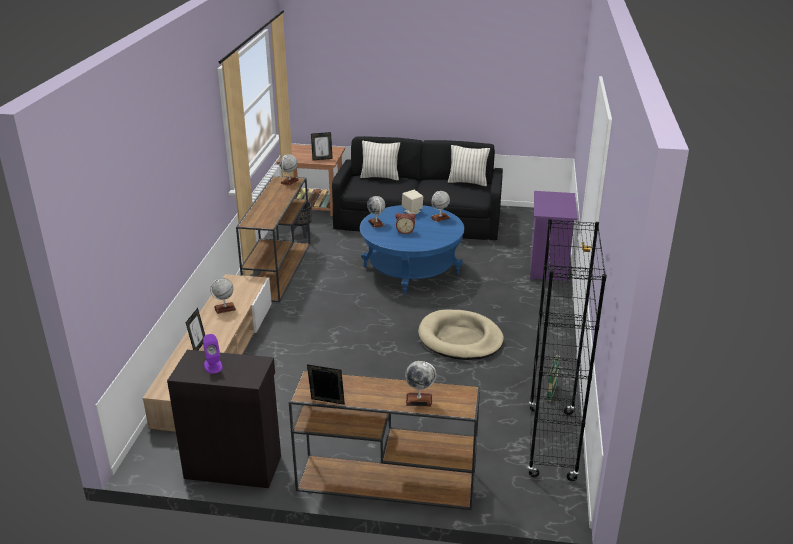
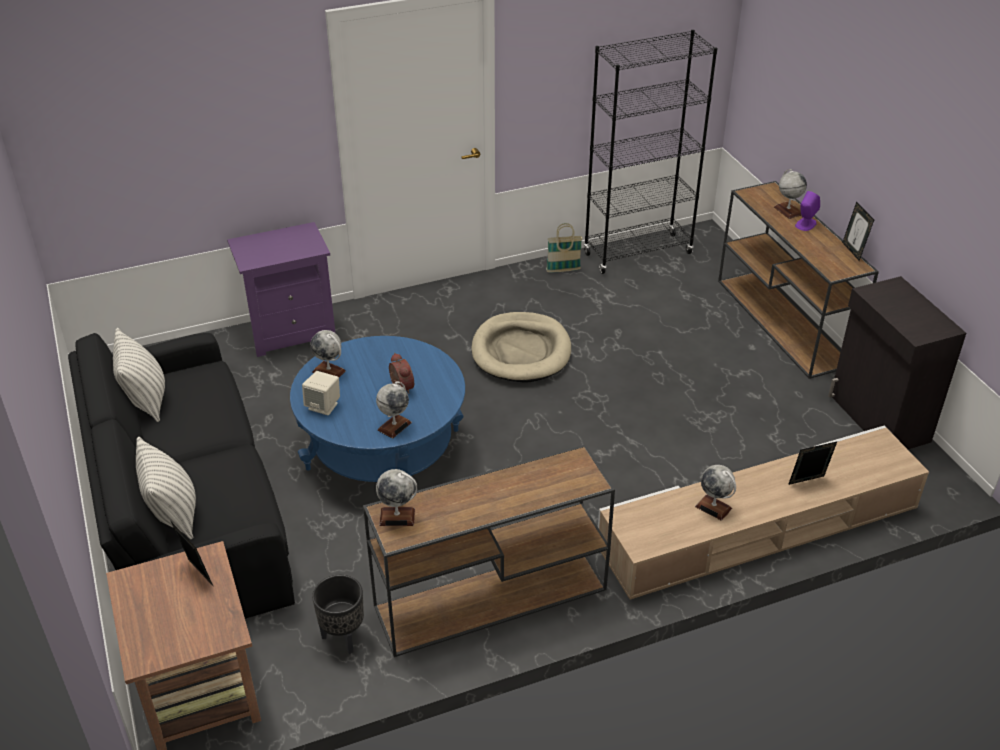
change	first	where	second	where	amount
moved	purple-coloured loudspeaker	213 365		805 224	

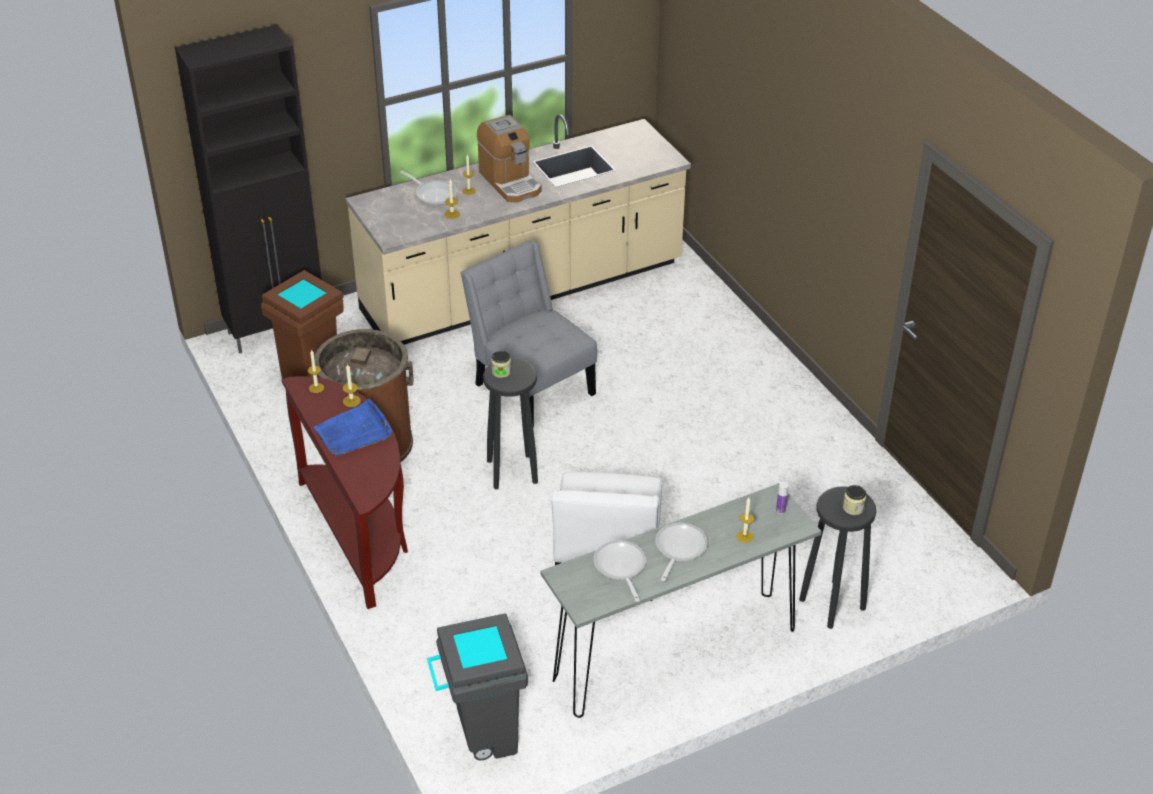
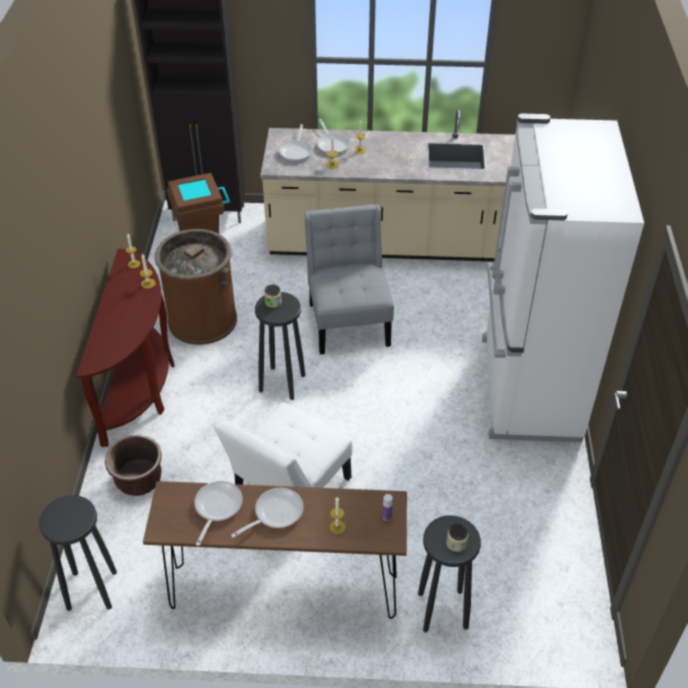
change	first	where	second	where	amount
removed	coffee machine	510 182			
removed	blue tray	354 432			
recoloured	grey narrow table	676 655	brownish narrow table	284 592	
replaced	grey trash can	481 739	blackish stool seat	92 589	
added			whitish fridge	527 389	
added			pan	297 151	
added			brownish planter	139 479	

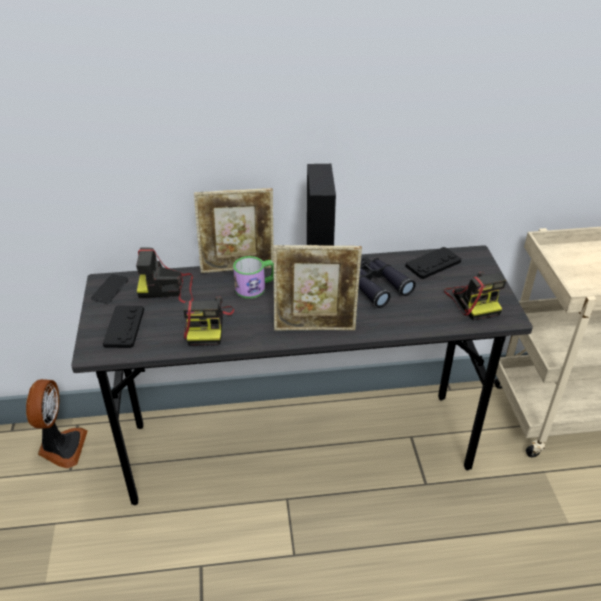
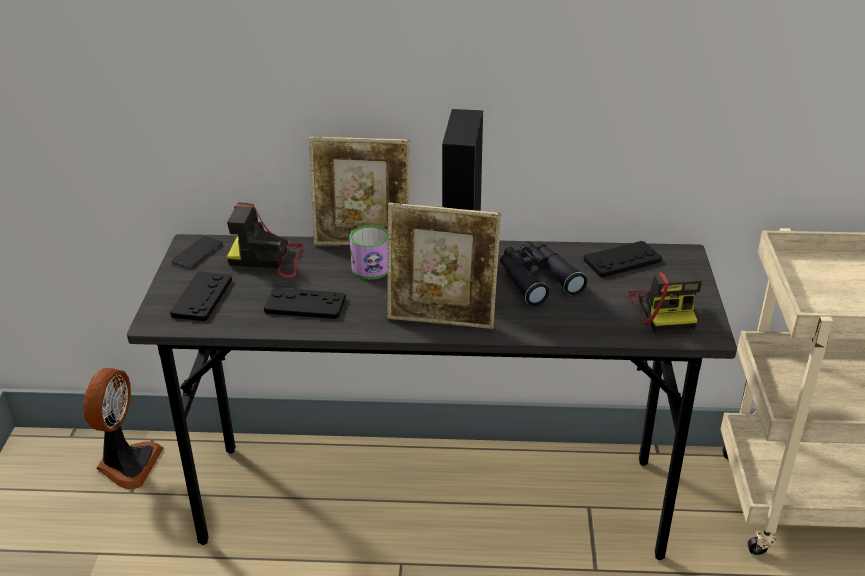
change	first	where	second	where	amount
replaced	photo camera	207 325	blackish game controller	305 305	

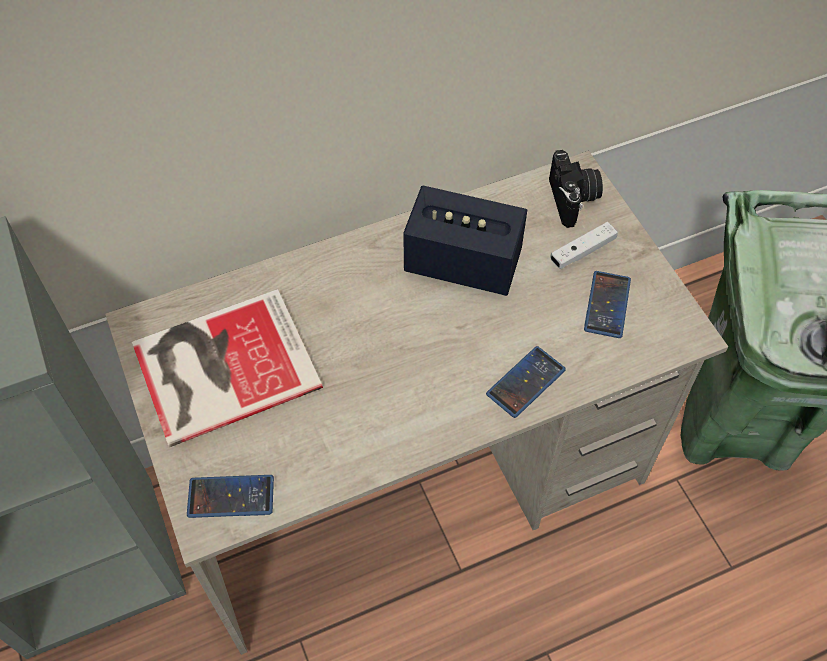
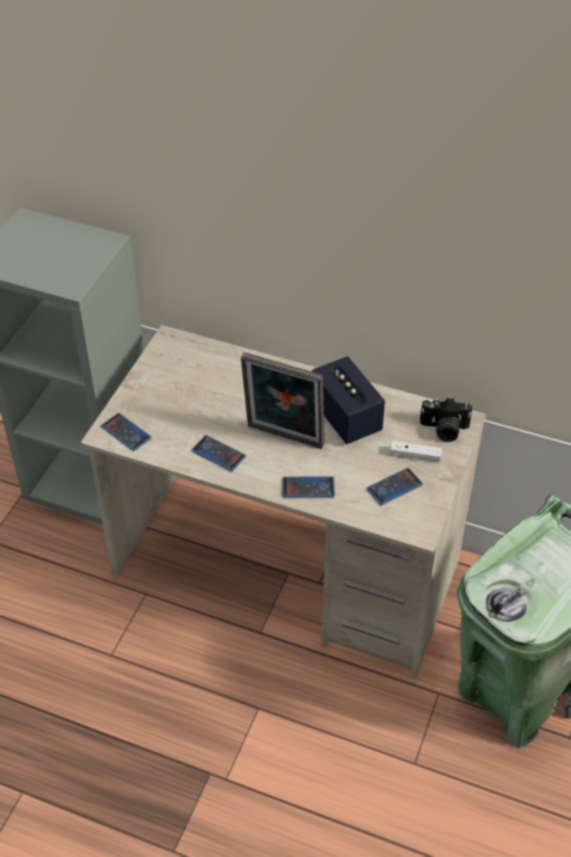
change	first	where	second	where	amount
turned	photo camera	574 199		444 430	60 degrees clockwise
removed	bound book	220 365			
added			standing frame	283 439	
added			telephone	218 454	

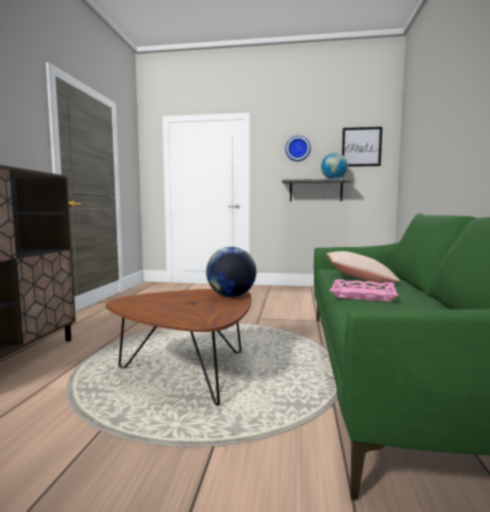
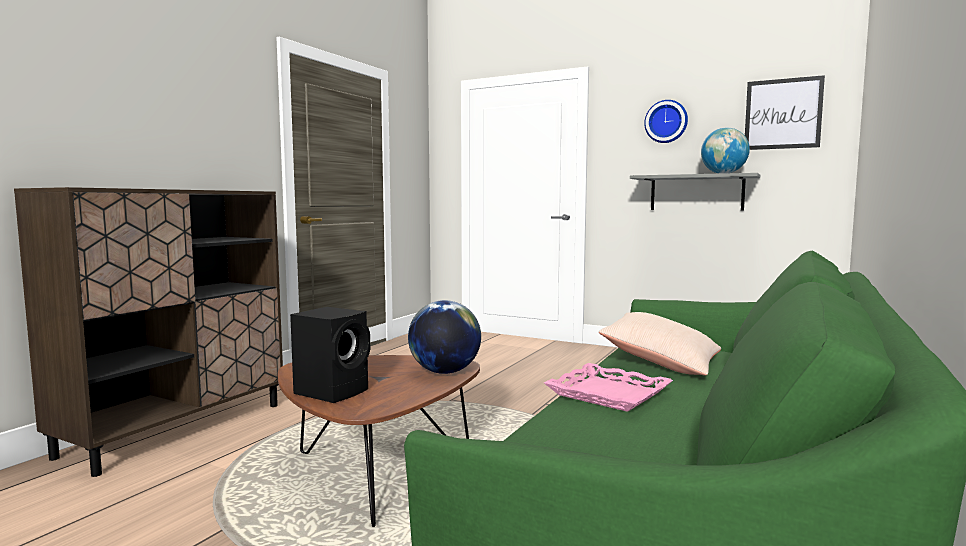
change	first	where	second	where	amount
added			blackish loudspeaker	334 391	

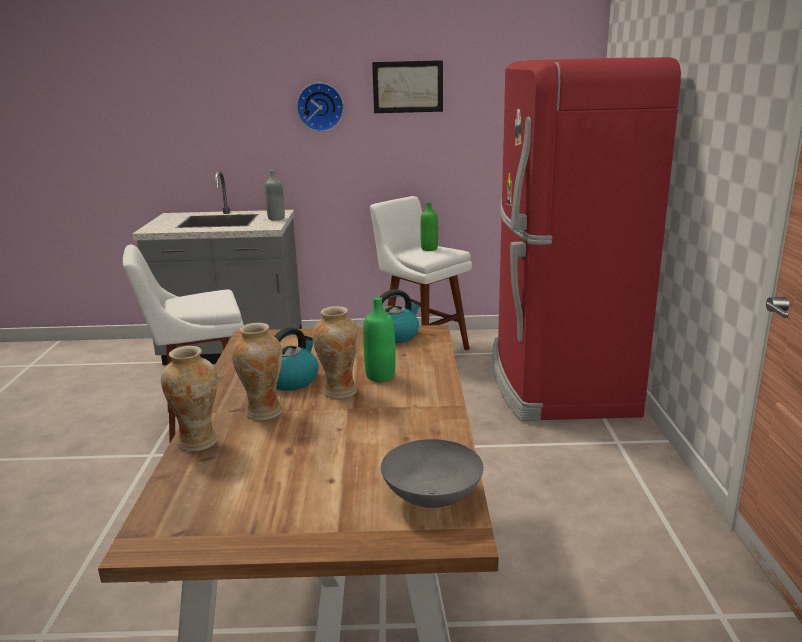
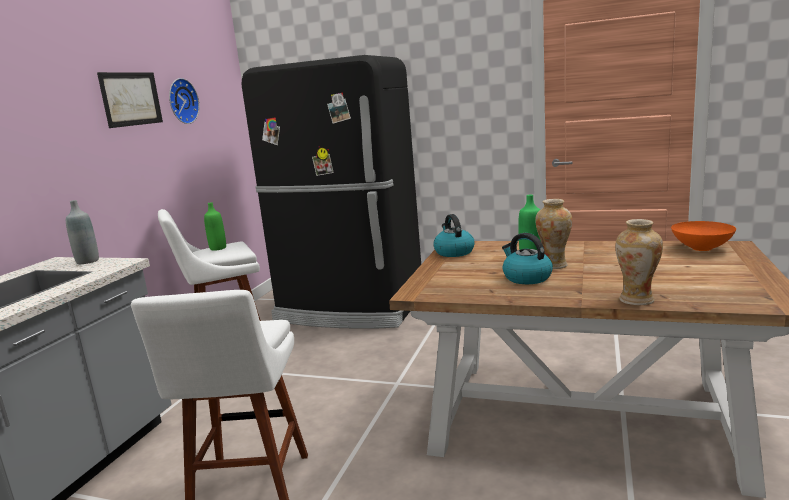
change	first	where	second	where	amount
recoloured	reddish fridge	557 381	blackish fridge	350 309	
moved	hanging clock	320 107		181 101	
removed	vase	263 412			
recoloured	grey deep dish	431 499	orange deep dish	702 248	

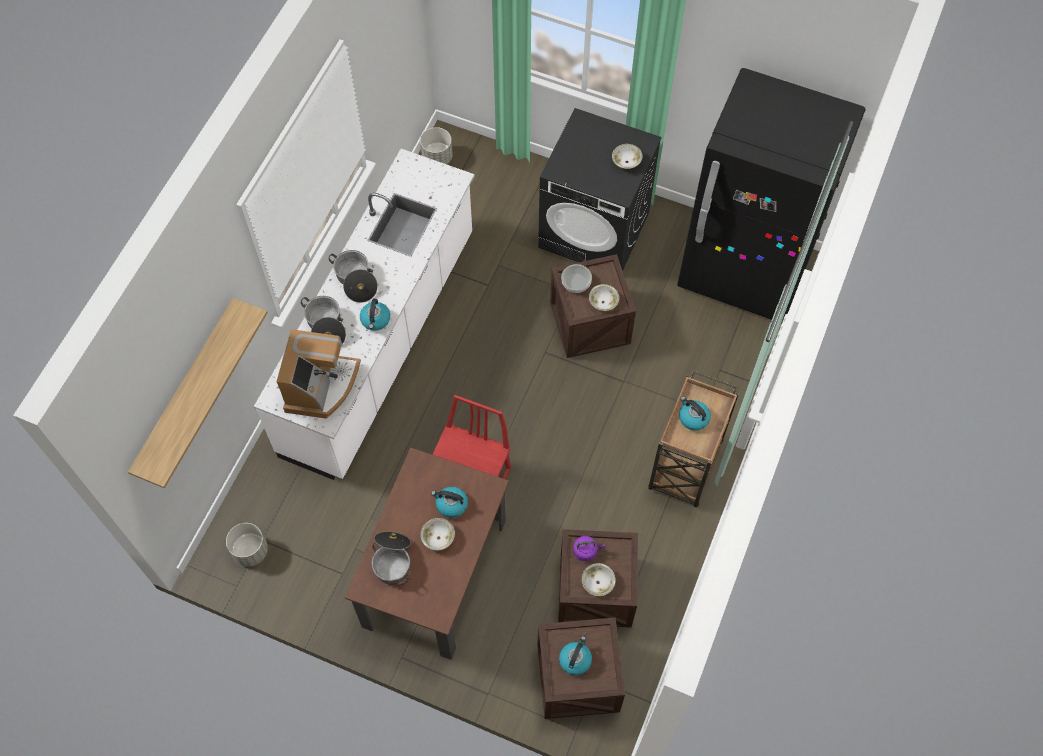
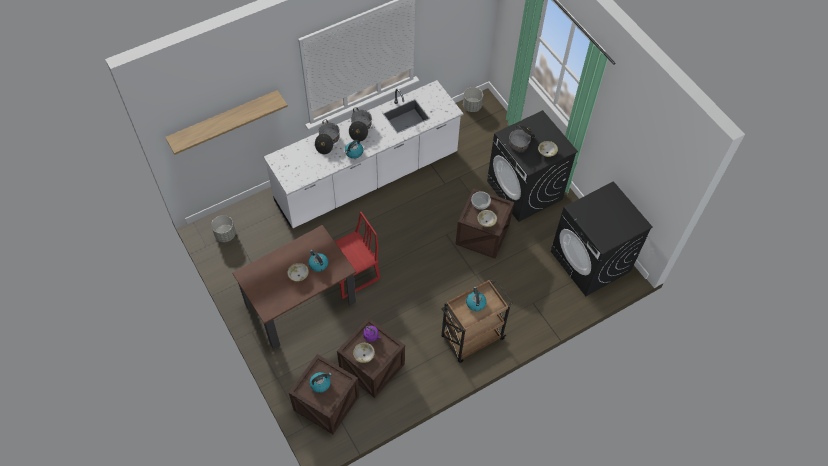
change	first	where	second	where	amount
replaced	blackish fridge	744 271	blackish laundry machine	590 261	
removed	coffee machine	321 386			
moved	cooking pot	393 560		521 141	

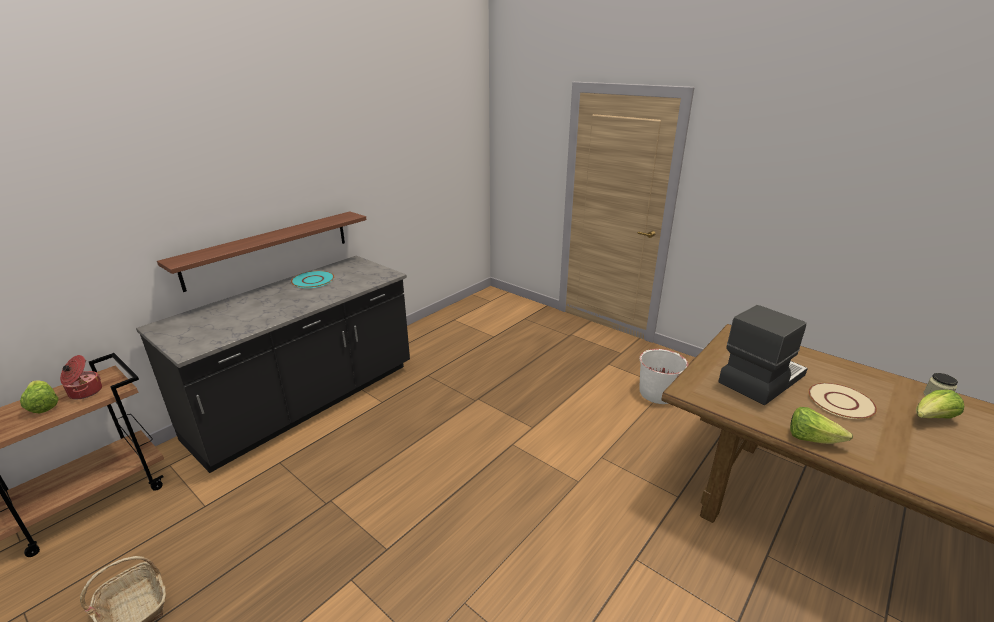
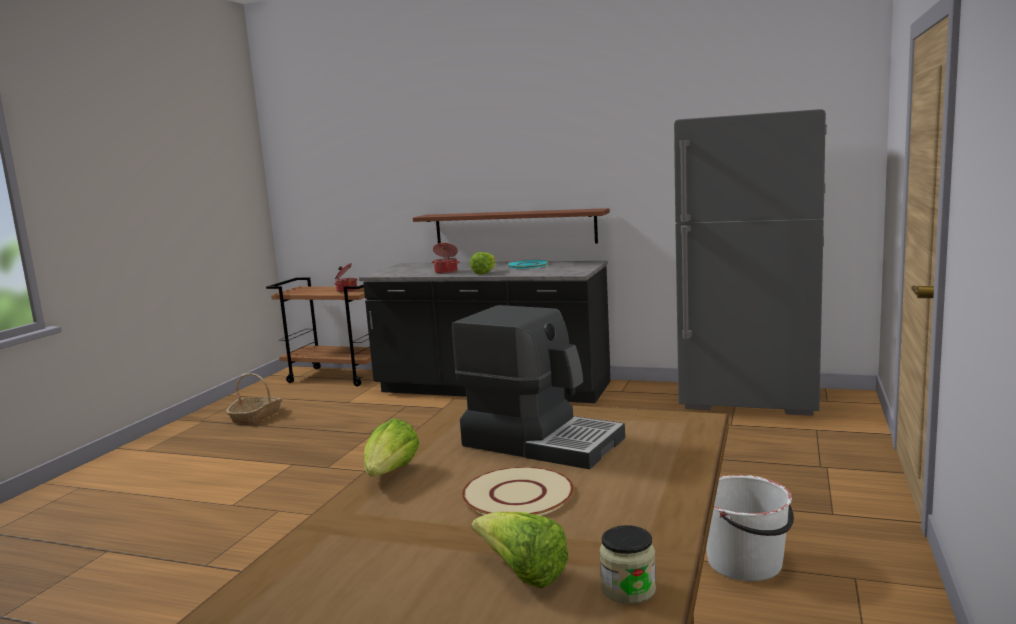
change	first	where	second	where	amount
moved	head of lettuce	43 406		484 273	
added			grey fridge	749 402	
added			cooking pot	446 272	

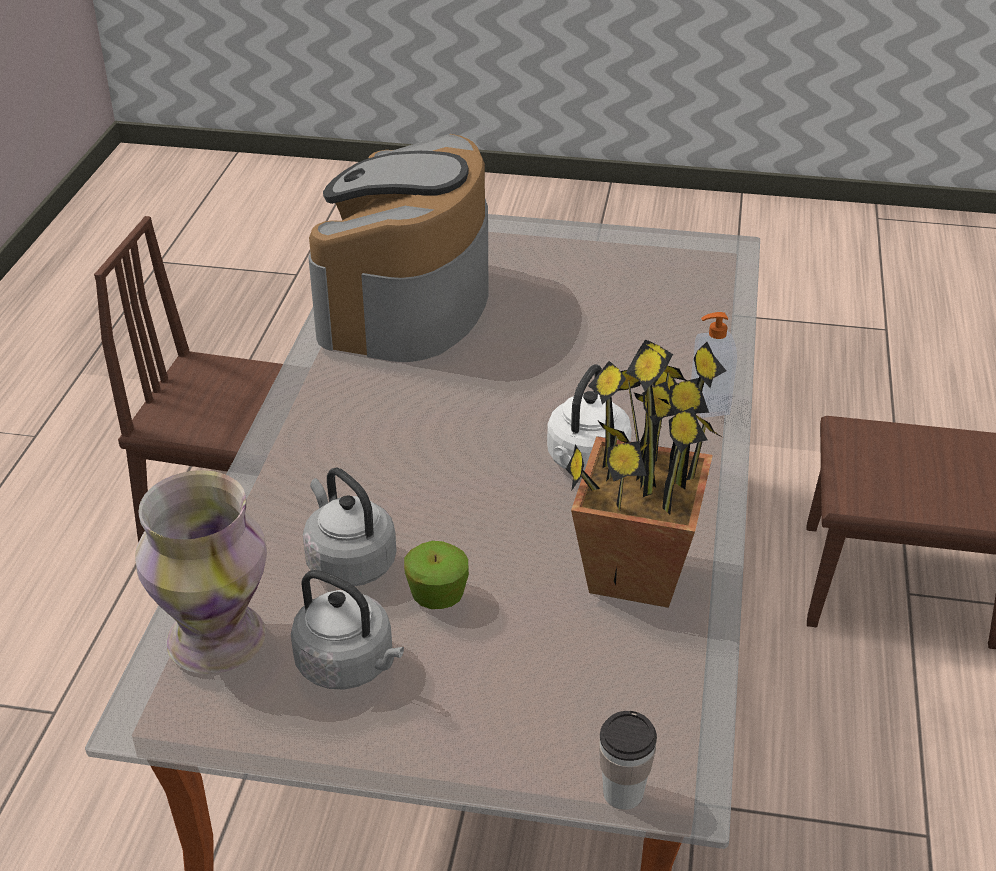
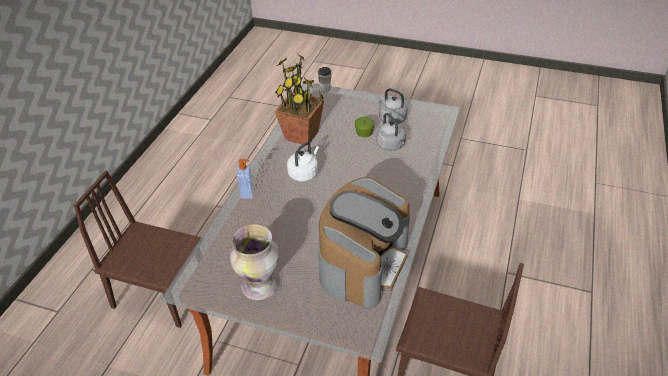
change	first	where	second	where	amount
moved	vase	215 638		260 286	

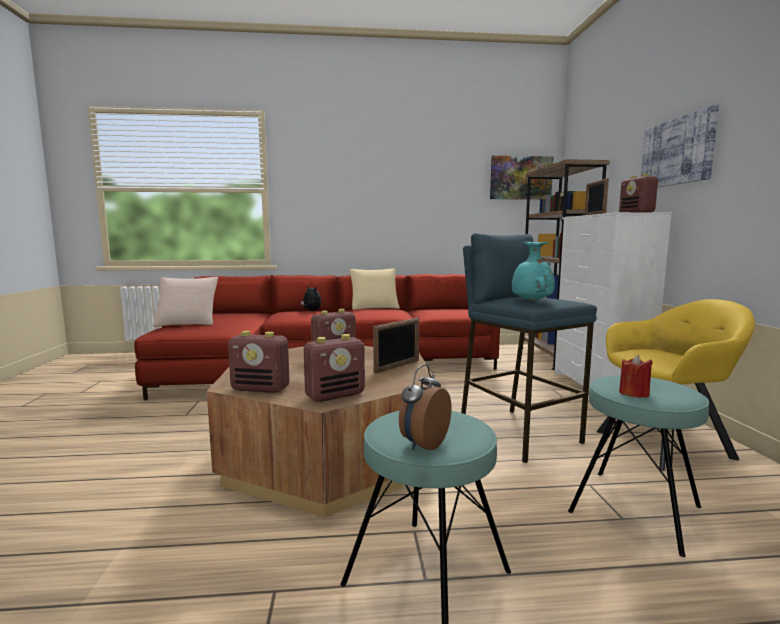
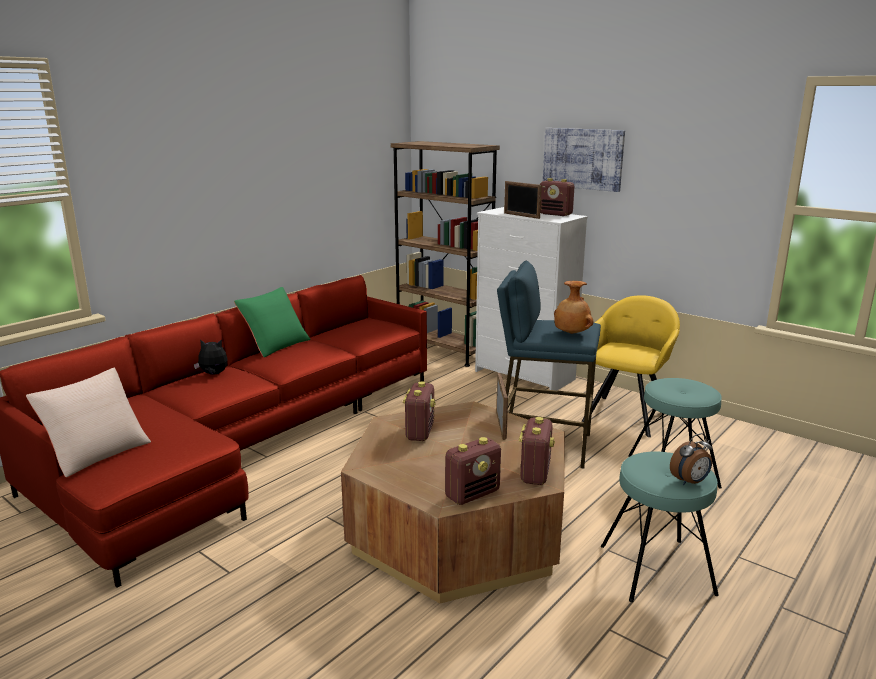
change	first	where	second	where	amount
removed	picture	520 178			
recoloured	turquoise-coloured vase	531 301	brownish vase	571 333	
recoloured	beige cushion	374 307	green-coloured cushion	275 345	
removed	reddish wax candle	634 393			
turned	alarm clock	423 444		690 482	105 degrees counterclockwise

